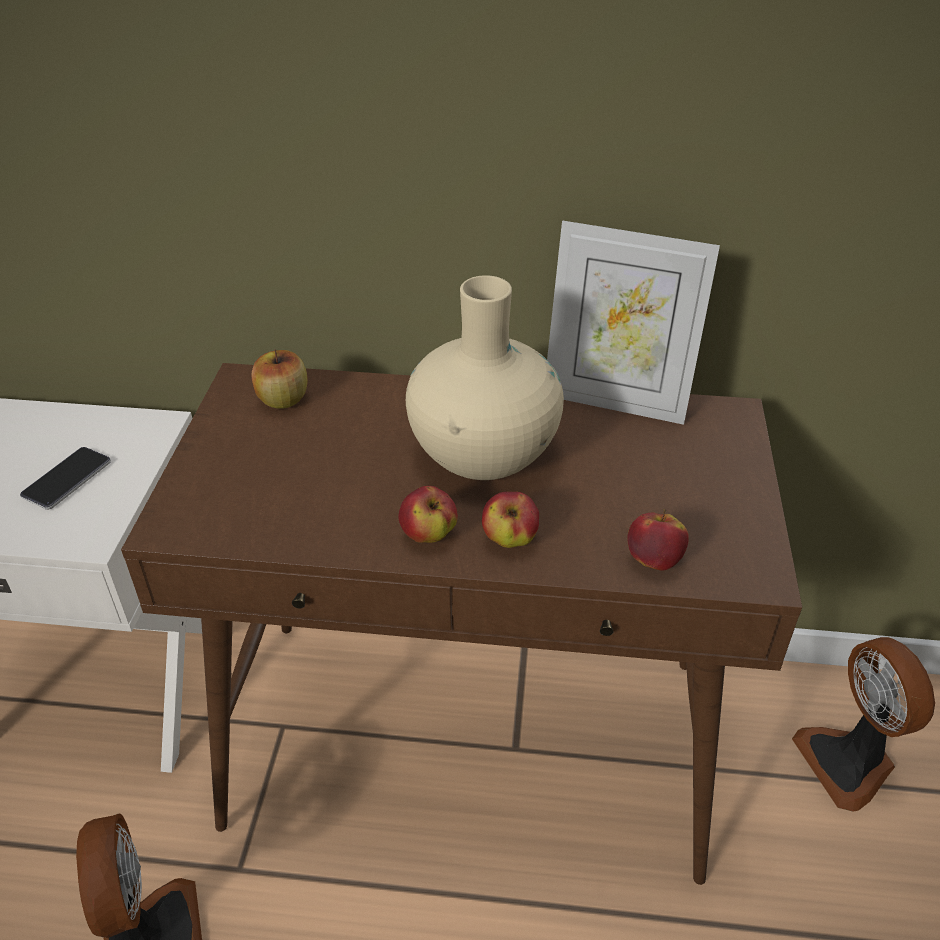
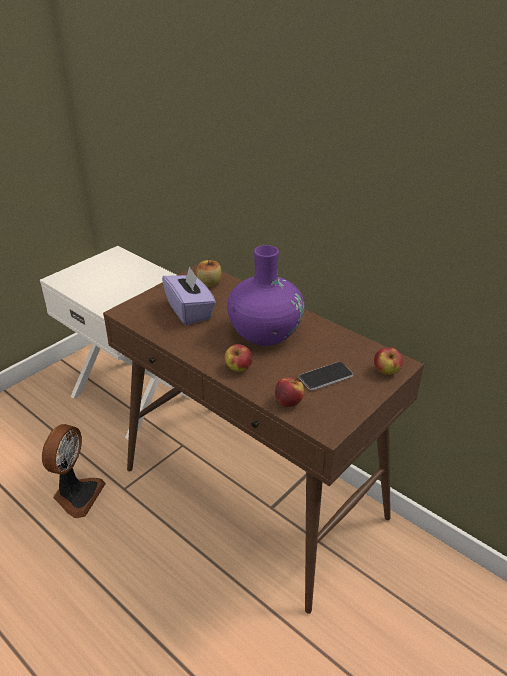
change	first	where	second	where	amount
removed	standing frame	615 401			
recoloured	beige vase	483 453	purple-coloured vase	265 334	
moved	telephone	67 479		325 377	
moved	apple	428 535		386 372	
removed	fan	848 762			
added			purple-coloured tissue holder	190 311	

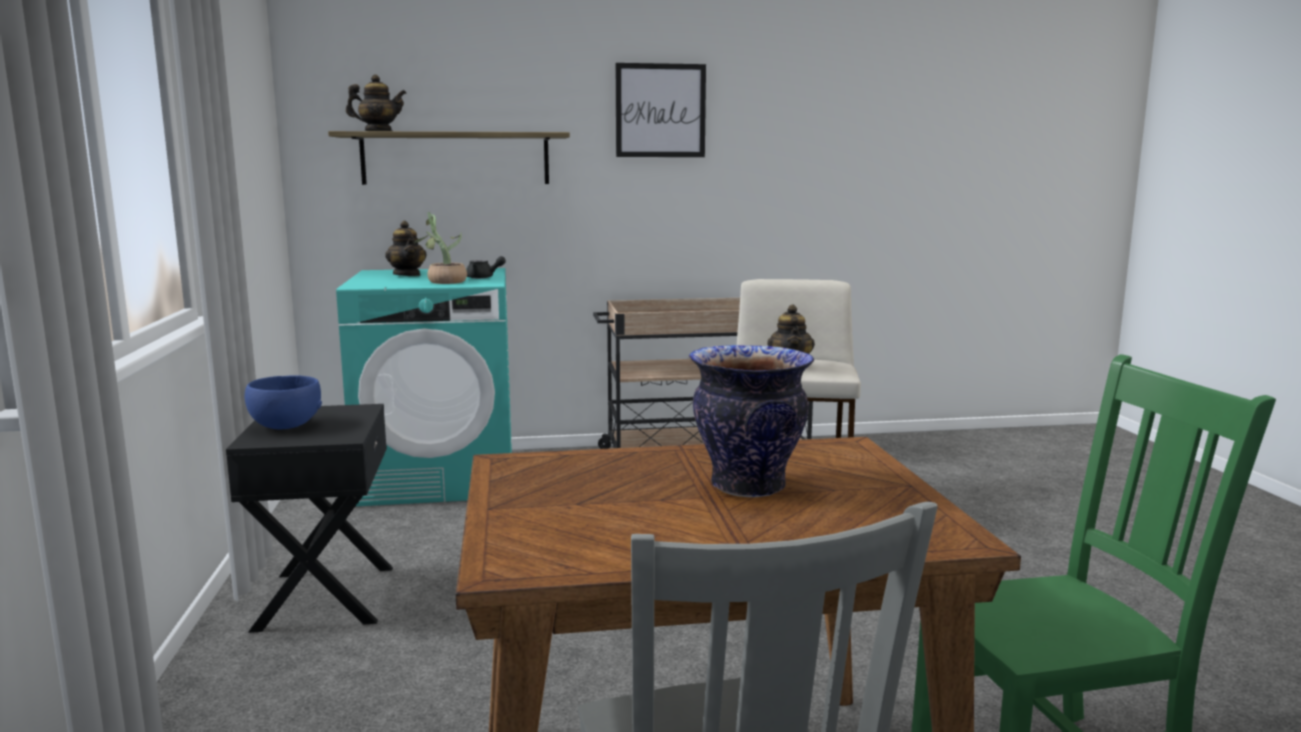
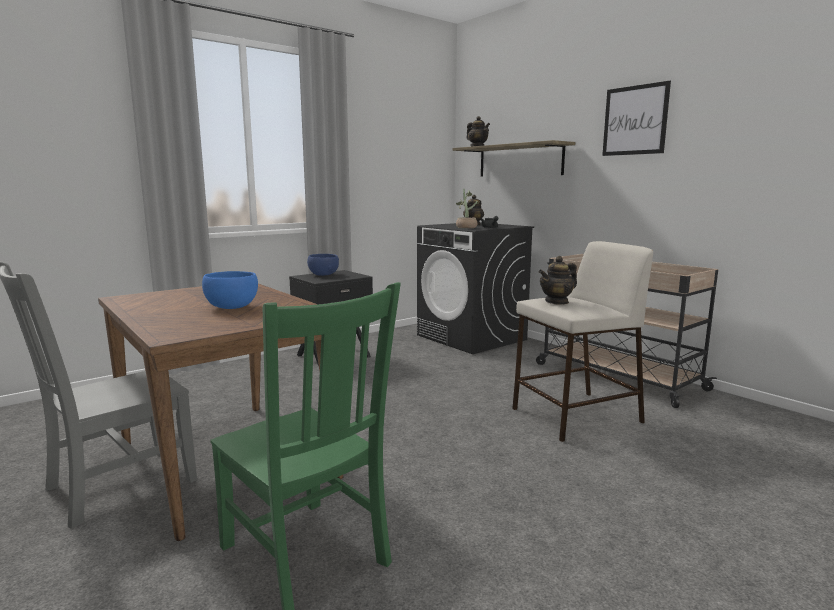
change	first	where	second	where	amount
recoloured	turquoise-coloured laundry machine	440 478	blackish laundry machine	472 337	
replaced	vase	749 486	blue deep dish	231 307	

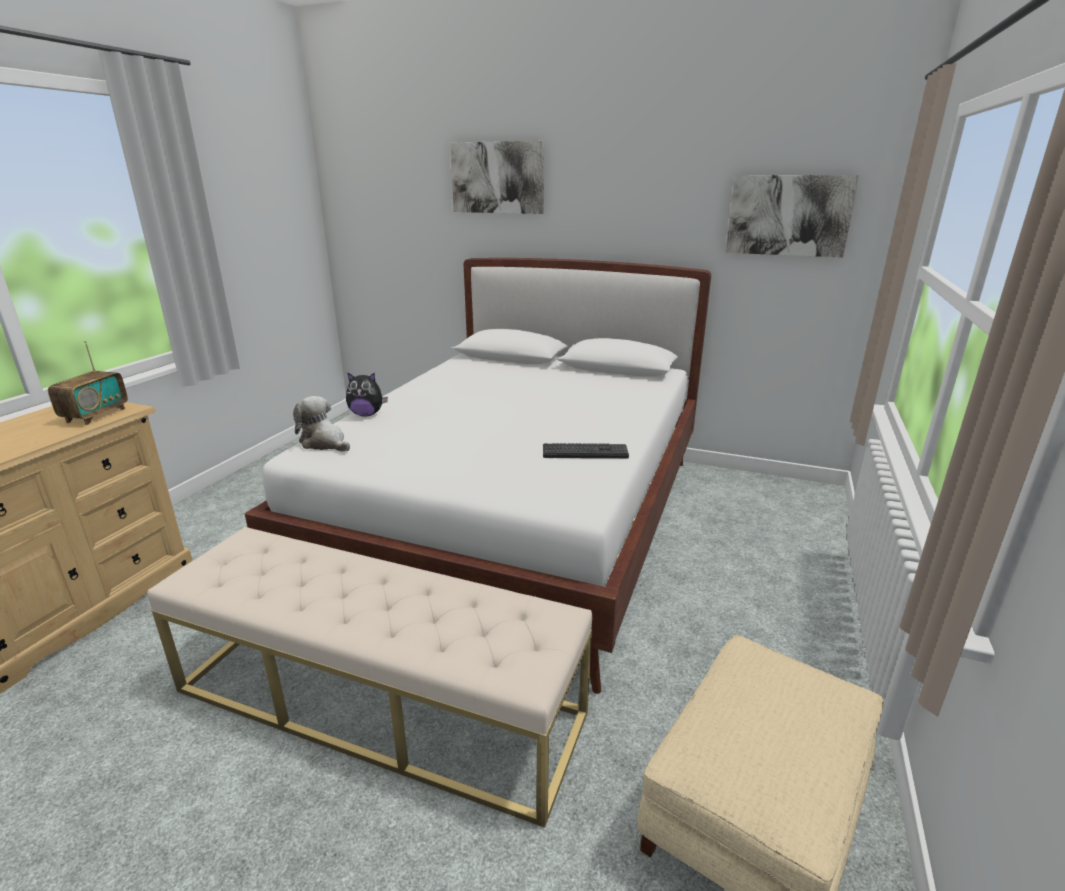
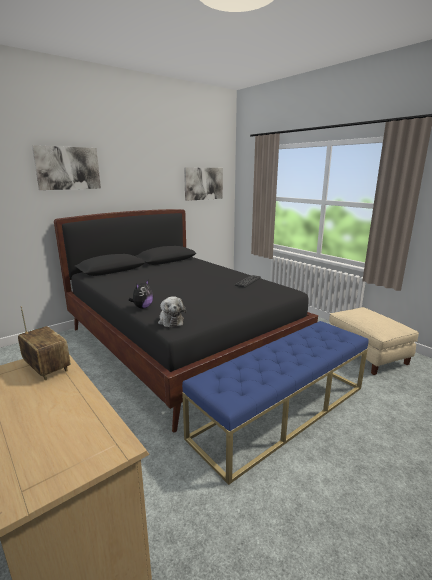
change	first	where	second	where	amount
recoloured	whitish bedroom bed	519 520	blackish bedroom bed	181 343	
turned	soft toy	324 443		170 321	90 degrees counterclockwise
recoloured	beige long seat	379 702	blue long seat	282 411	

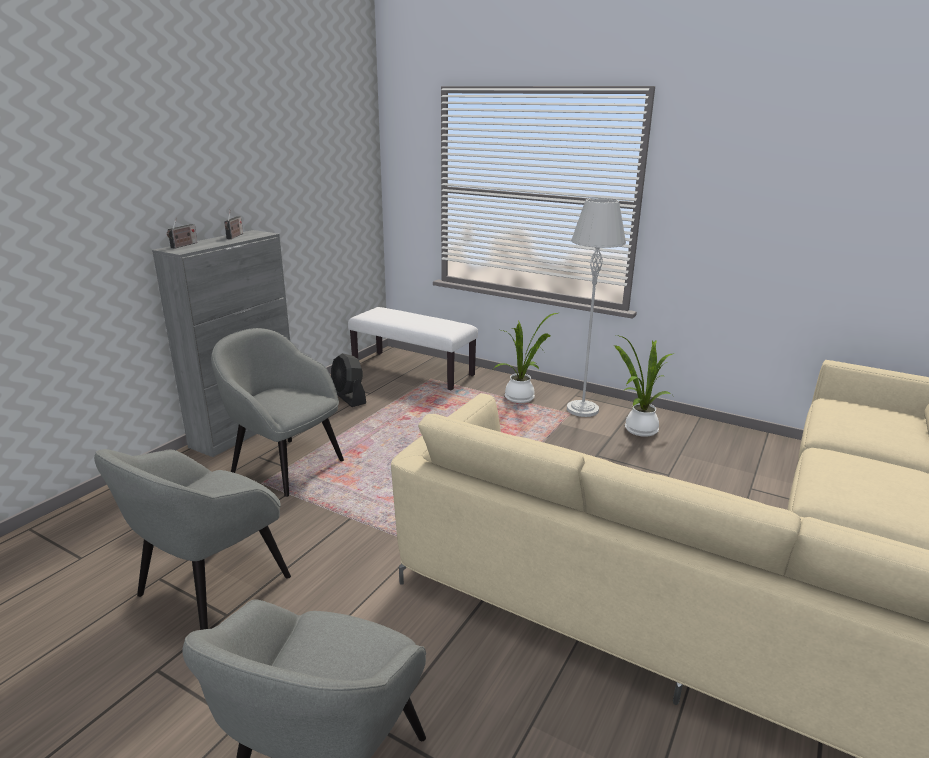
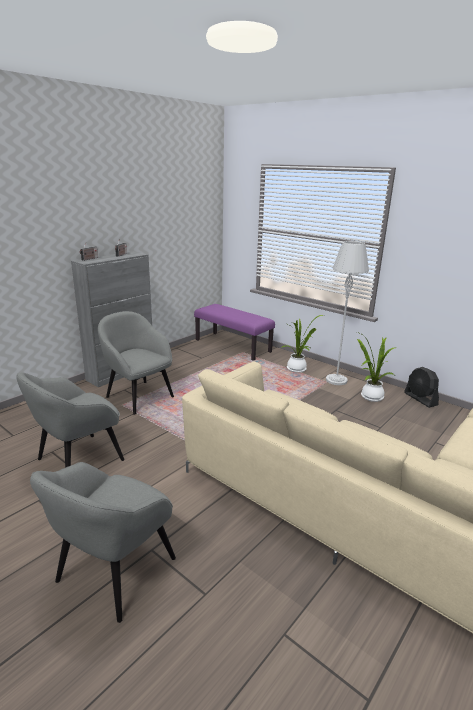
change	first	where	second	where	amount
recoloured	whitish long seat	413 370	purple-coloured long seat	233 346	
moved	blackish fan	349 397		420 399	

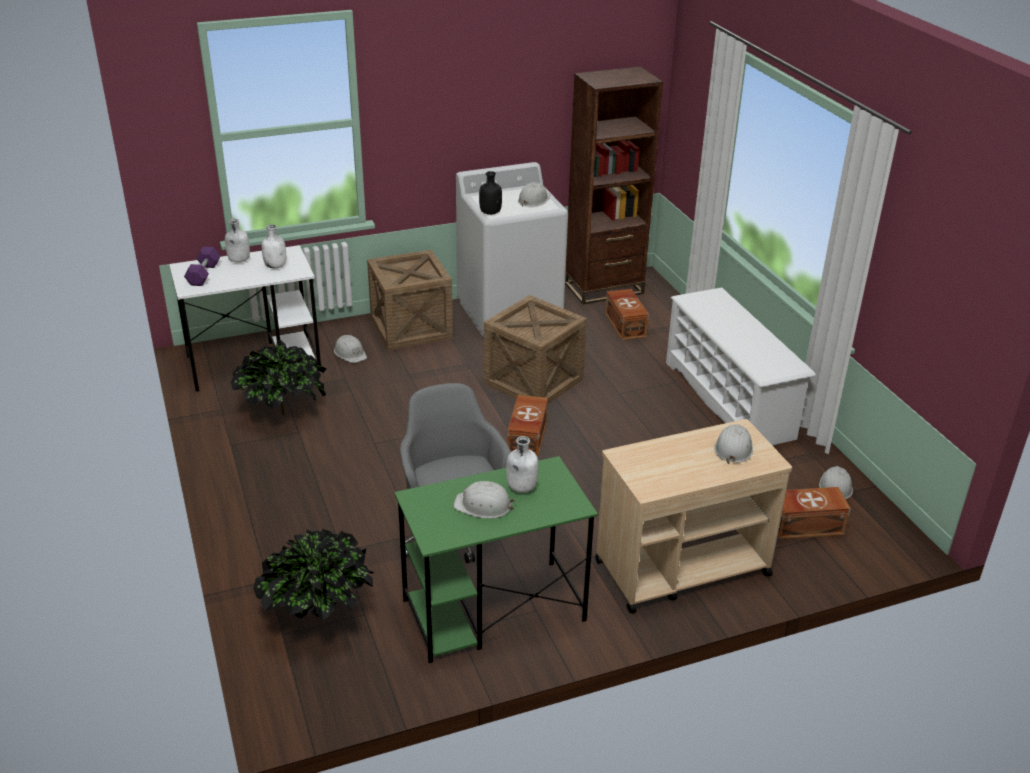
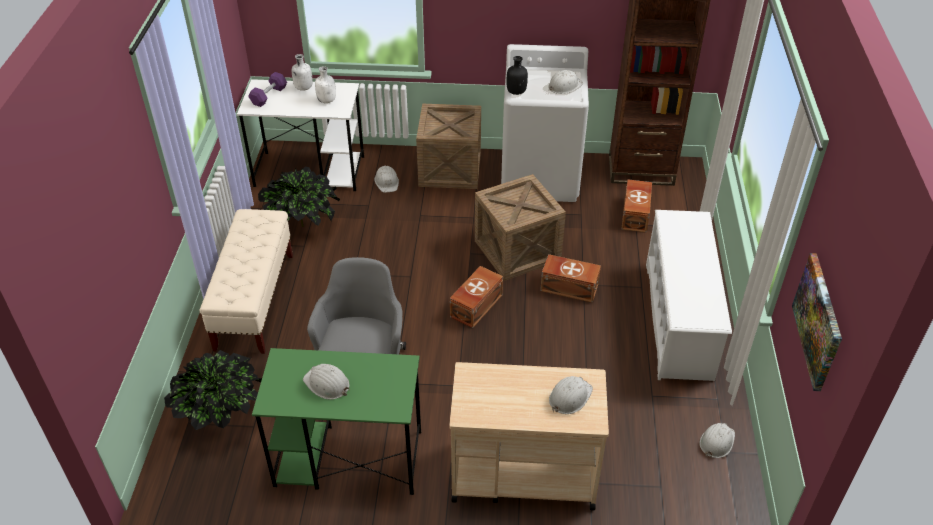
change	first	where	second	where	amount
removed	whitish bottle	521 487			
moved	brownish storage box	804 525		568 287	
added			beige long seat	255 301	
added			picture	818 321	

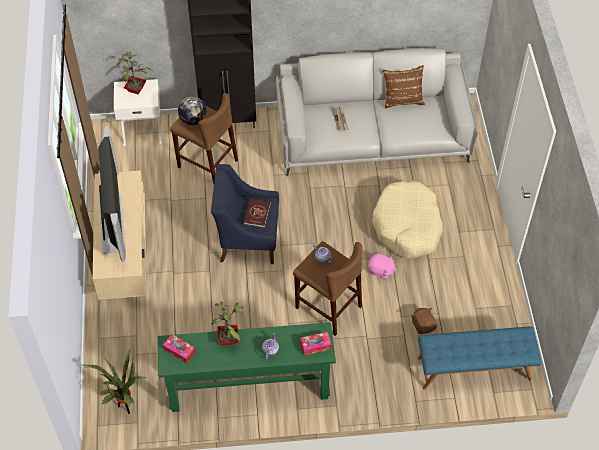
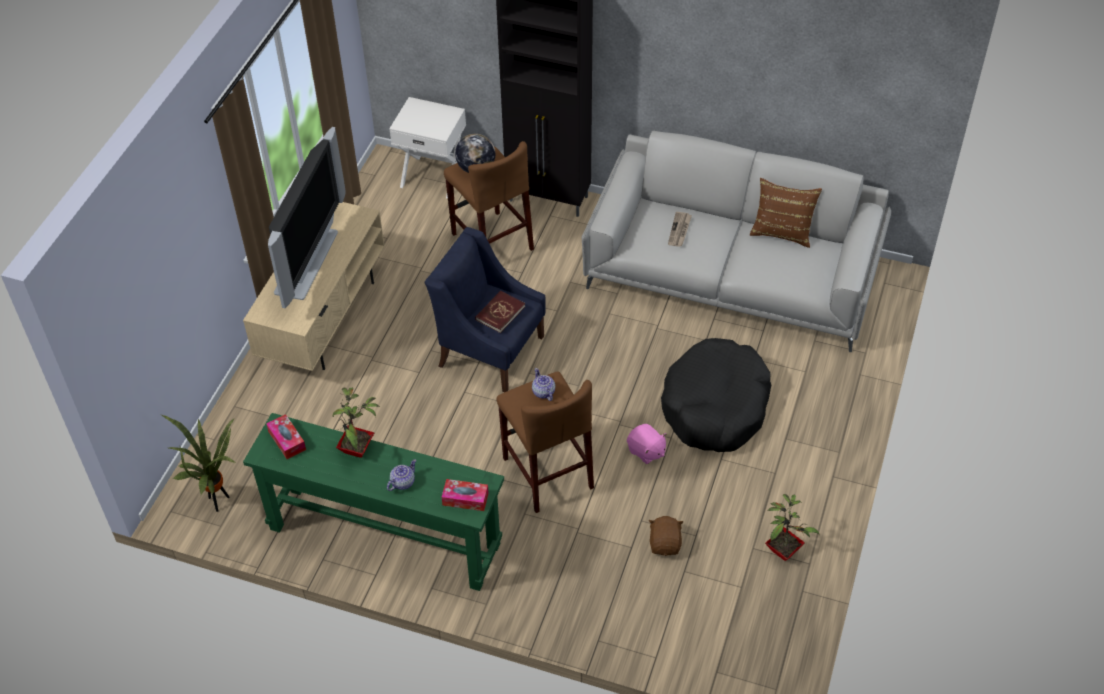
change	first	where	second	where	amount
moved	potted plant	136 89		784 550	
recoloured	beige dog bed	407 226	blackish dog bed	715 406	
removed	blue long seat	474 369			

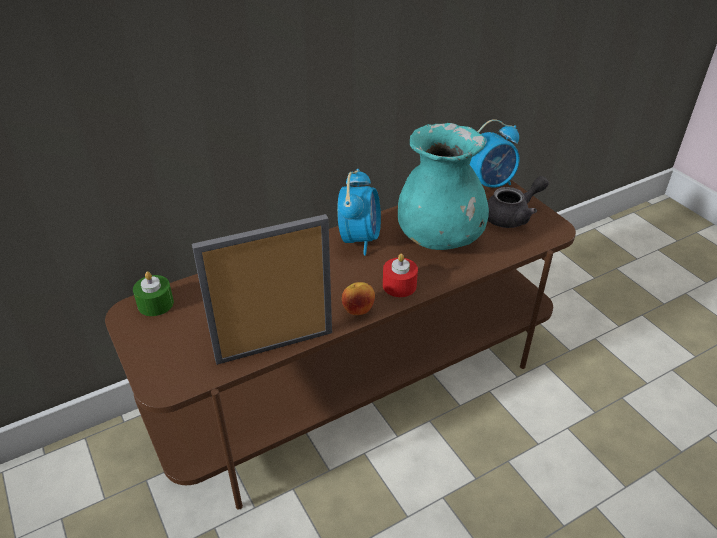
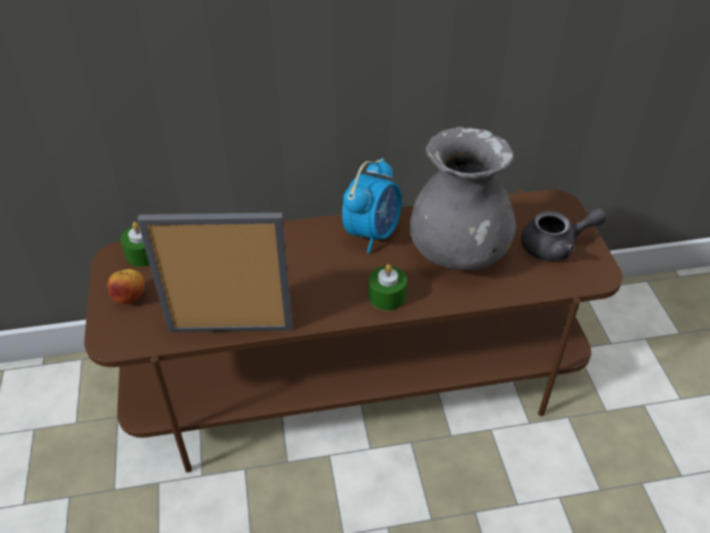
change	first	where	second	where	amount
removed	alarm clock	488 185			
recoloured	turquoise-coloured vase	439 238	grey vase	458 253	
recoloured	reddish wax candle	399 285	green-coloured wax candle	387 296	
moved	apple	358 310		130 297	

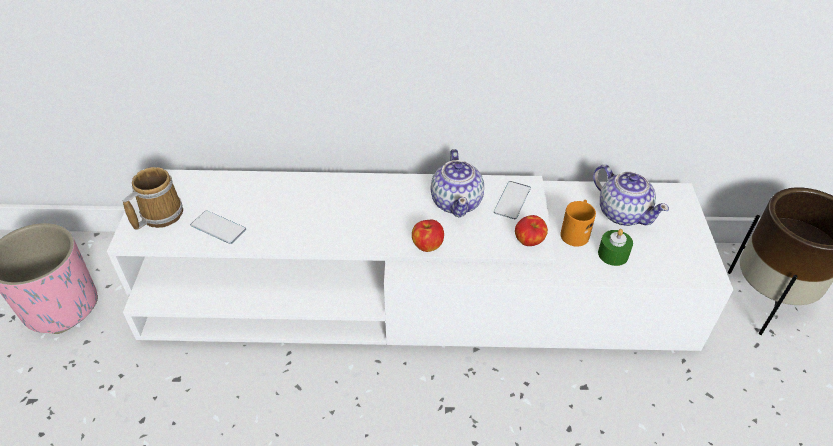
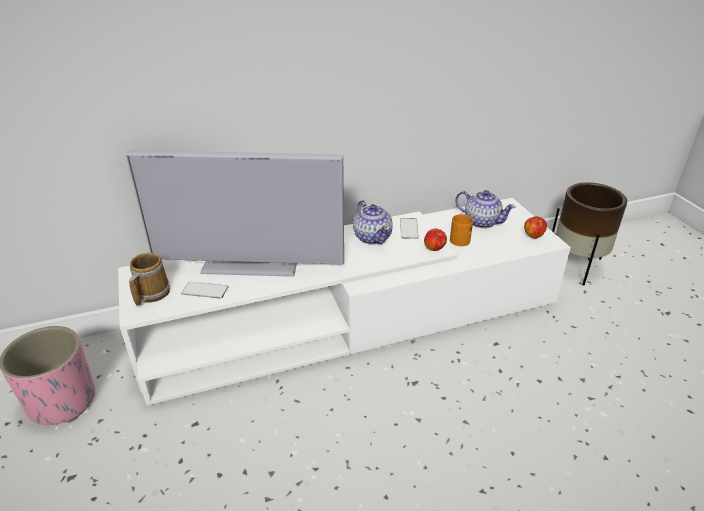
change	first	where	second	where	amount
moved	apple	427 245		533 235	
removed	green-coloured wax candle	613 254			
added			television	250 265	

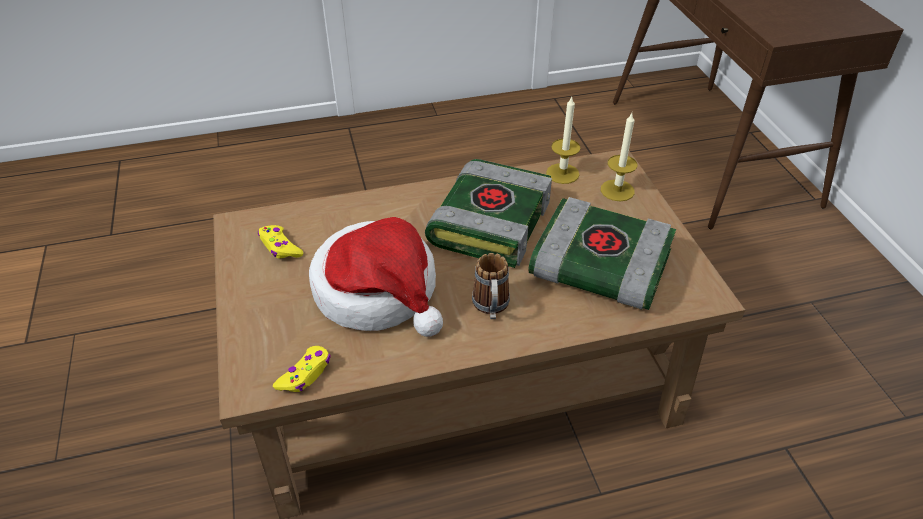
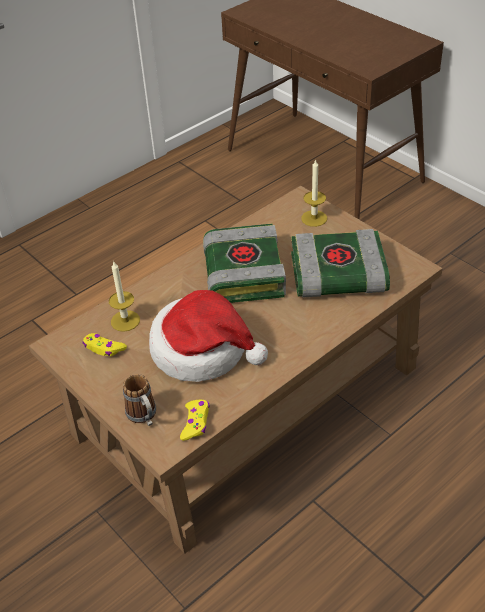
change	first	where	second	where	amount
moved	wax candle	562 173		125 321	
moved	tea mug	491 308		144 417	

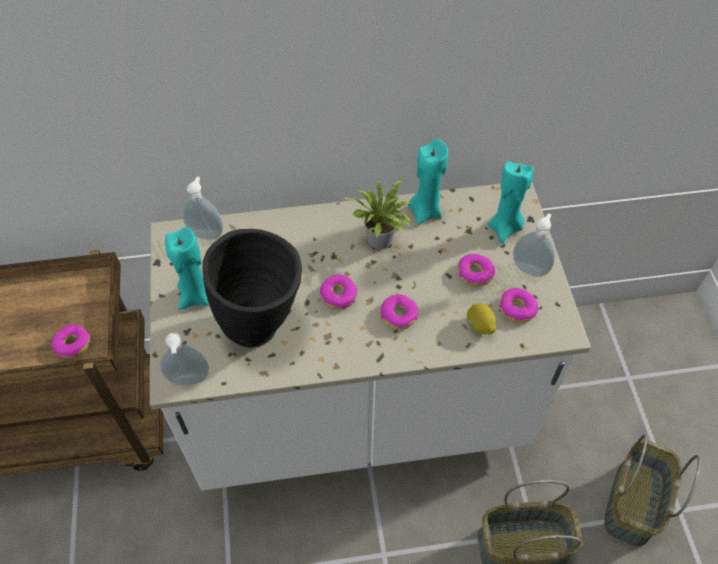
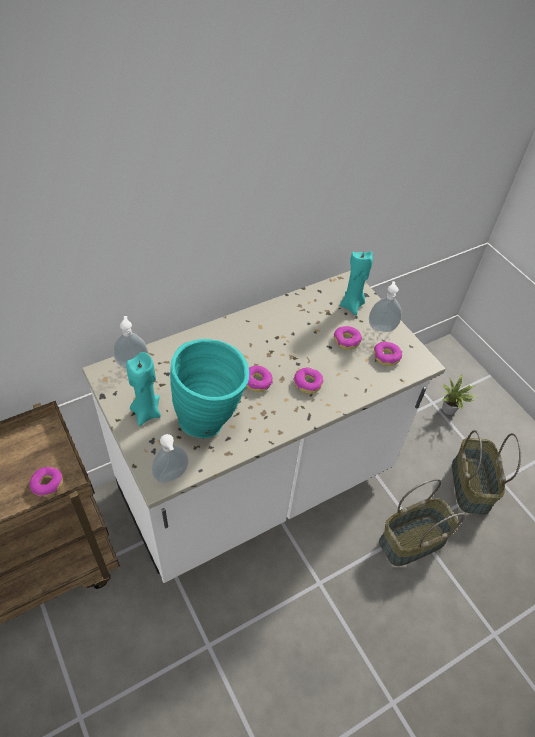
change	first	where	second	where	amount
removed	turquoise-coloured wax candle	425 211			
moved	potted plant	381 242		450 410	
recoloured	blackish vase	264 326	turquoise-coloured vase	211 419	
removed	whole lemon	479 326			

